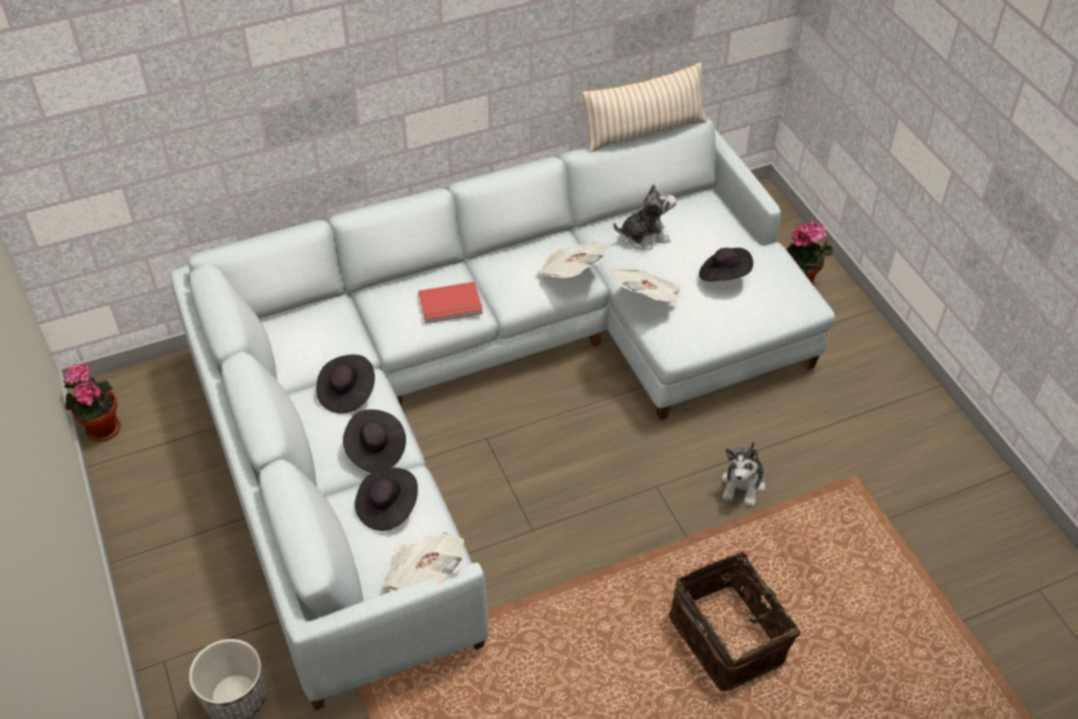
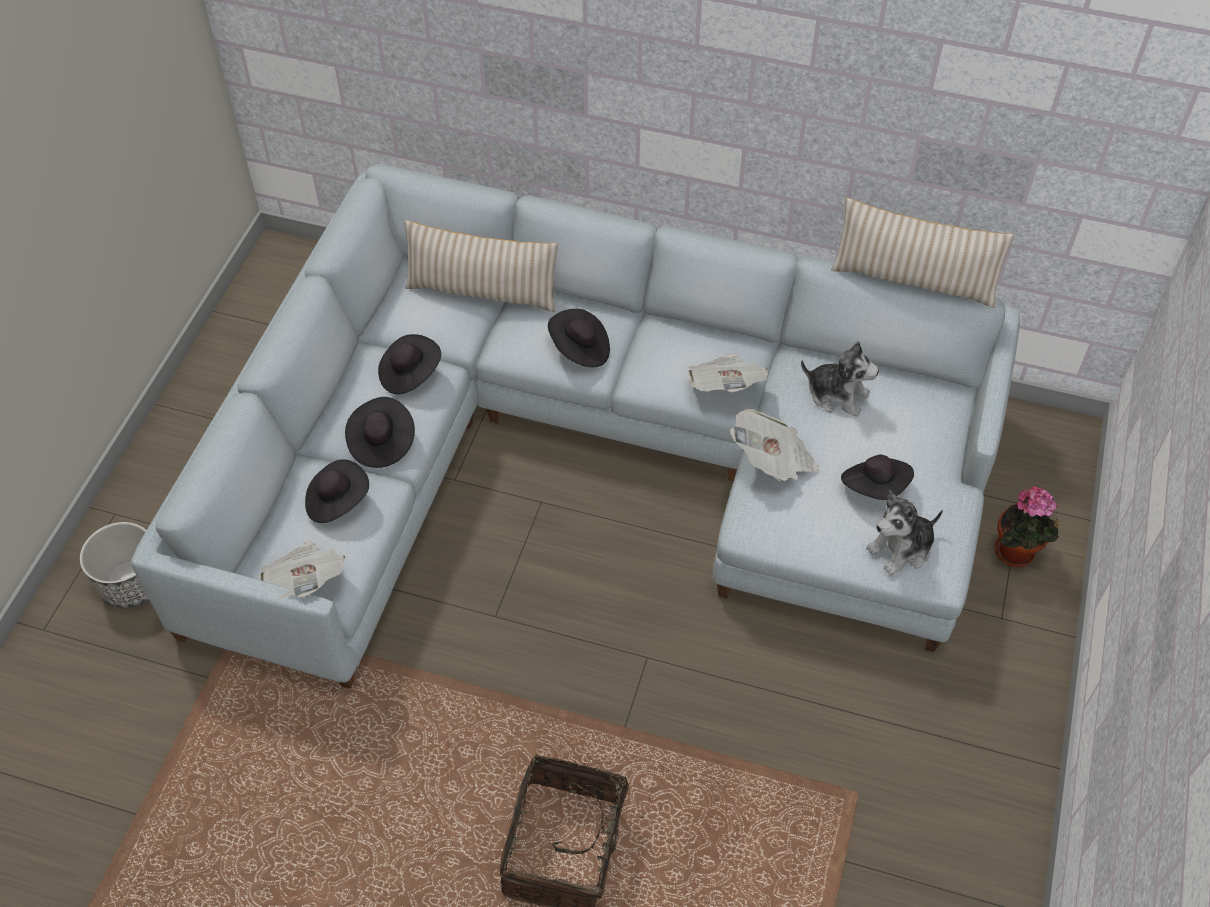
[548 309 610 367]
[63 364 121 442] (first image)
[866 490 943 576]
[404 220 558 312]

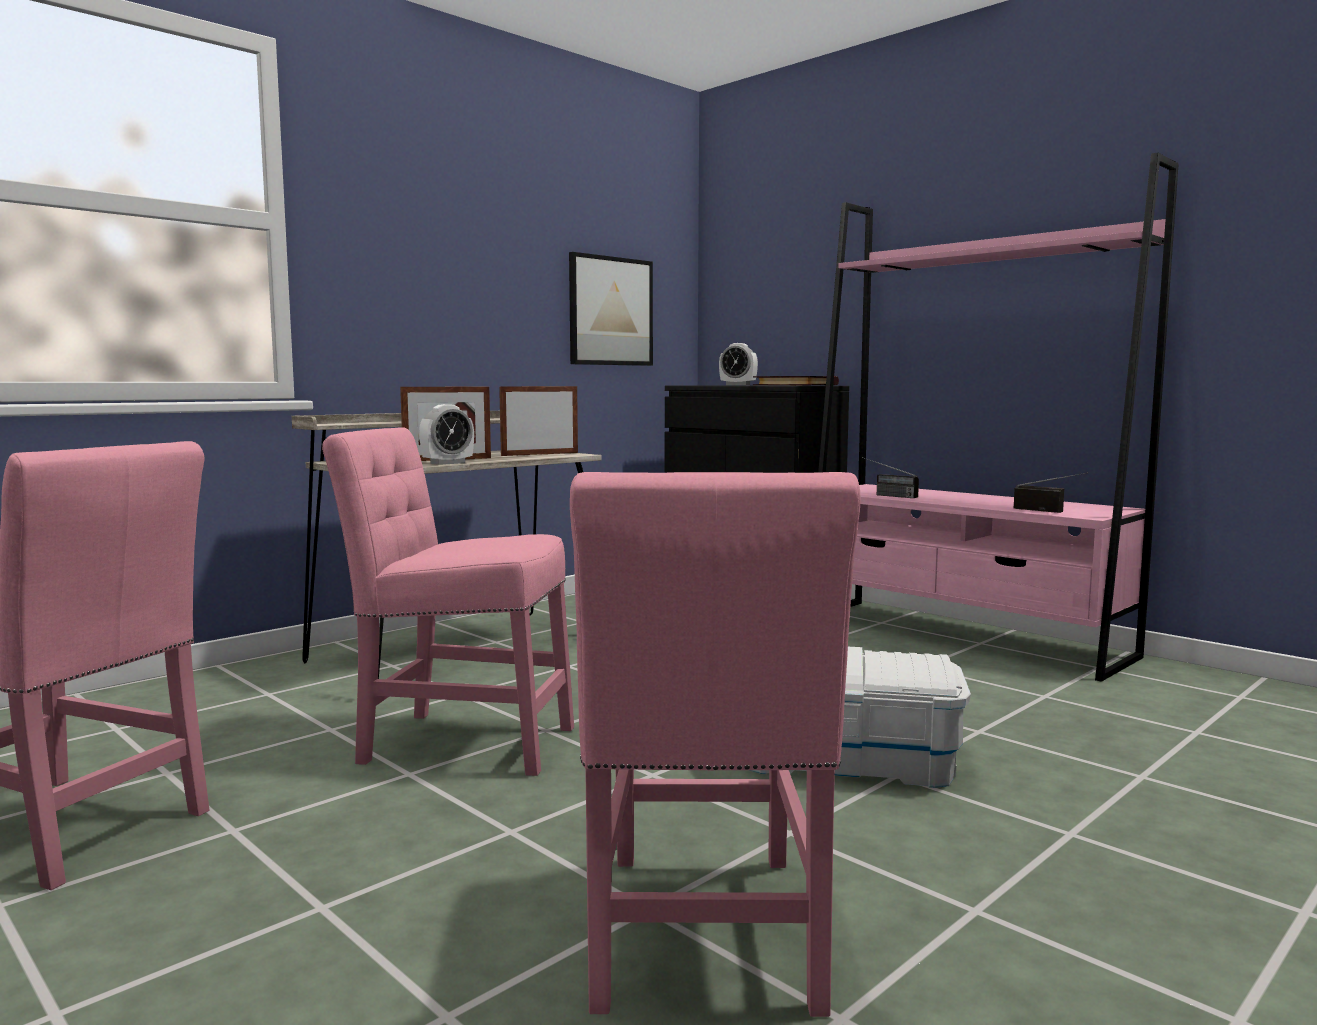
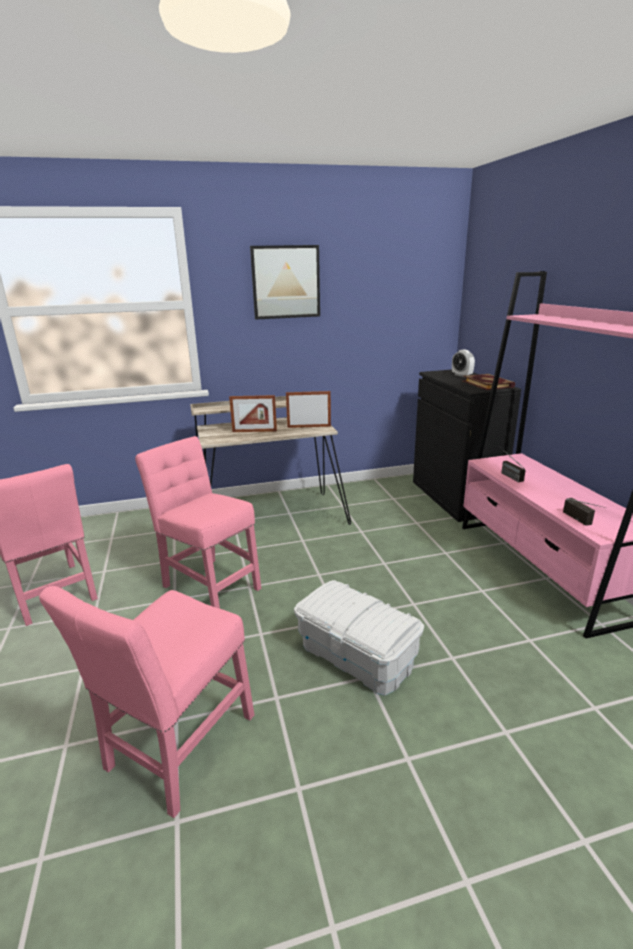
[250 245 320 320]
[419 404 474 465] (first image)

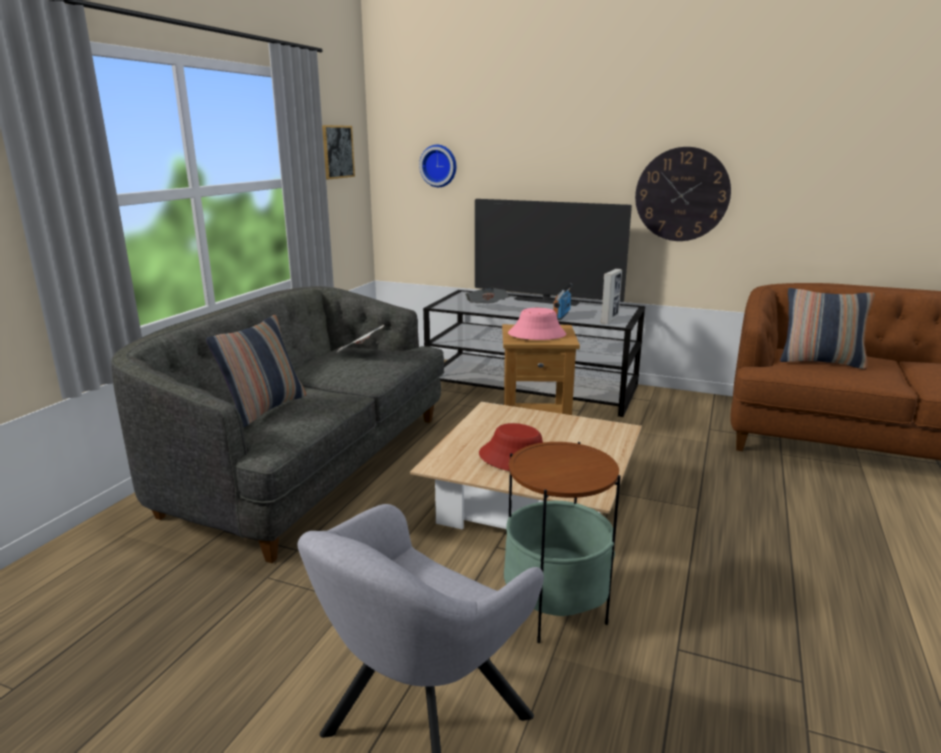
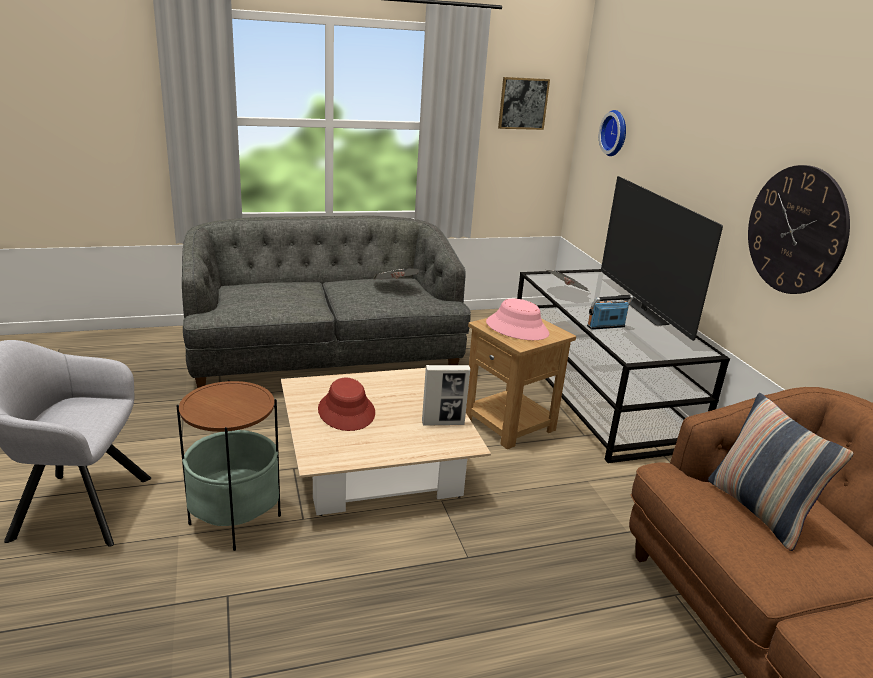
[422 365 470 426]
[206 315 306 427] (first image)

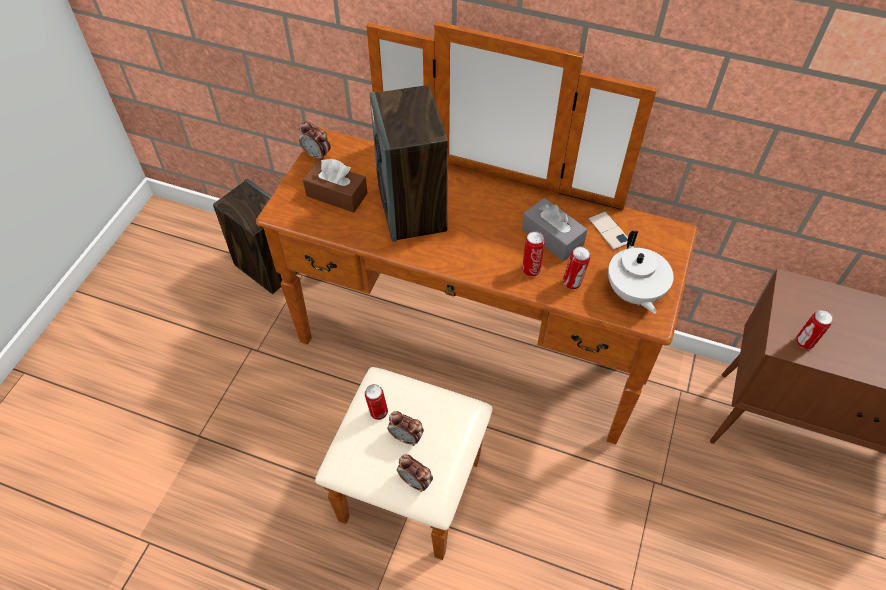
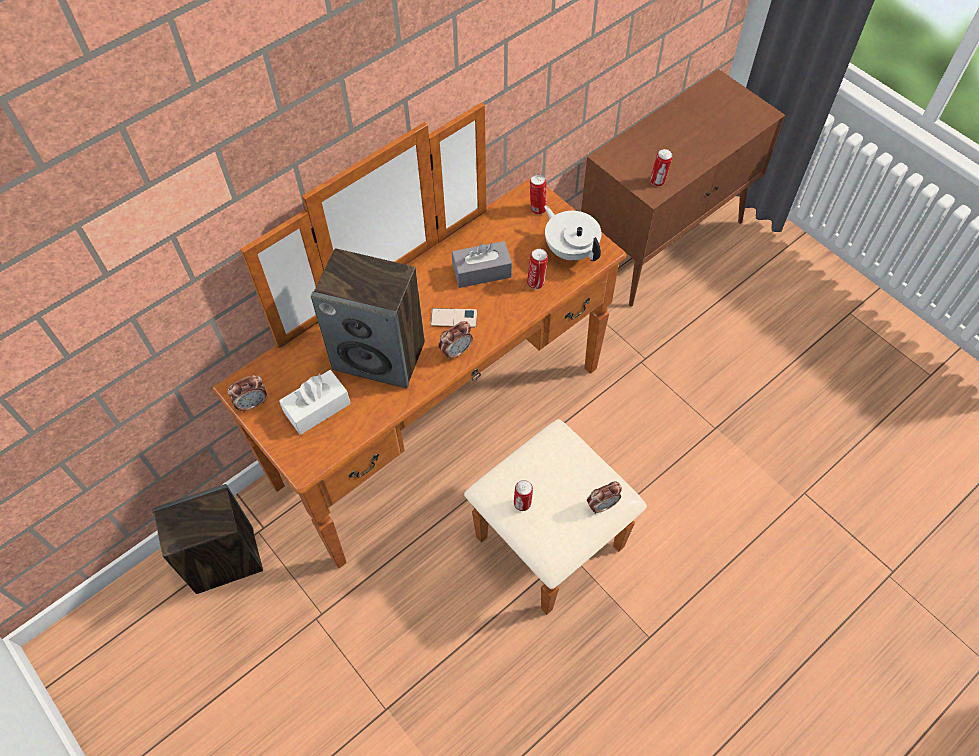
[279 370 351 435]
[430 308 477 327]
[530 174 547 215]
[544 205 601 261]
[438 321 473 360]

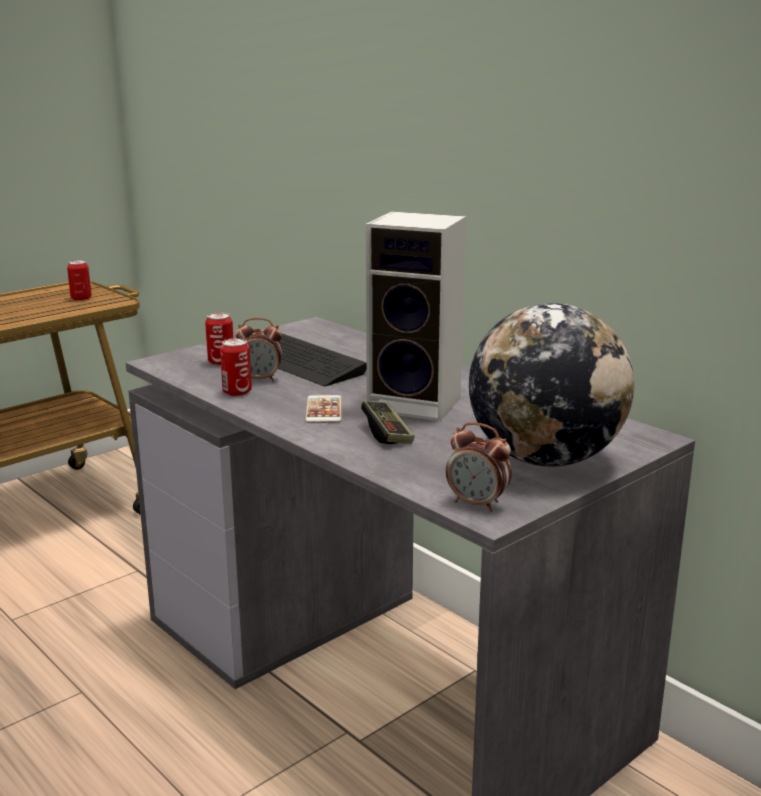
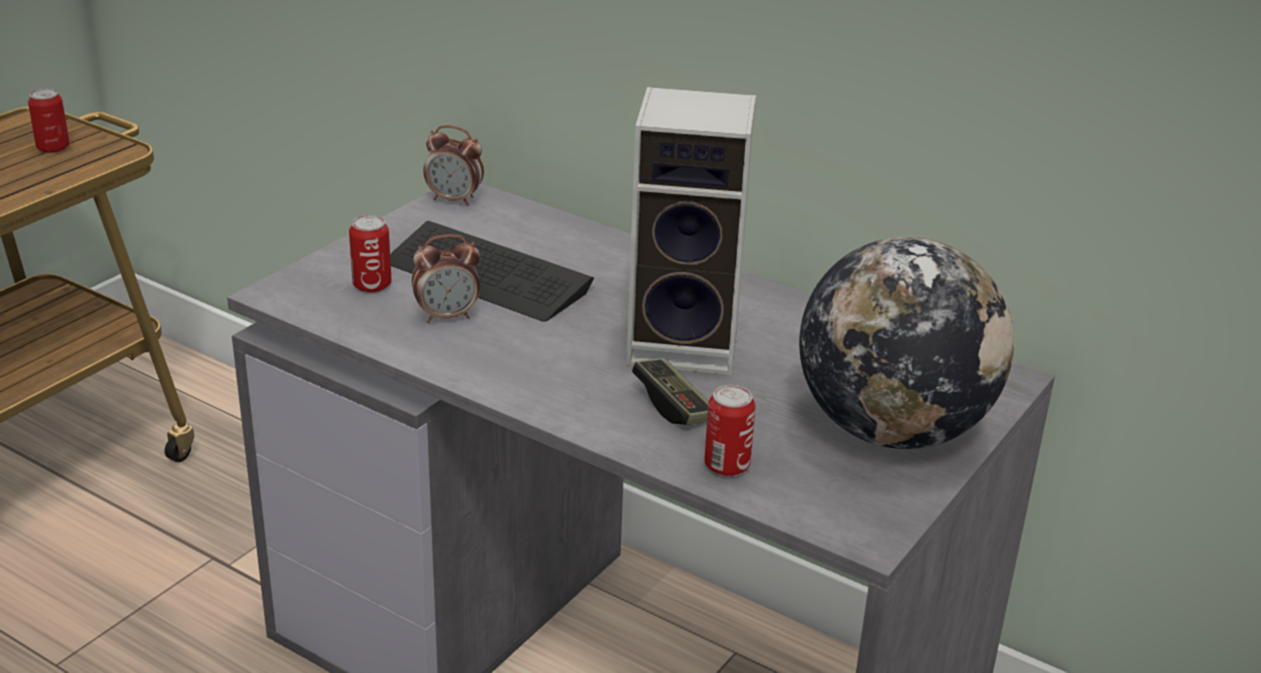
[704 385 756 477]
[306 395 342 423] (first image)
[423 125 484 206]

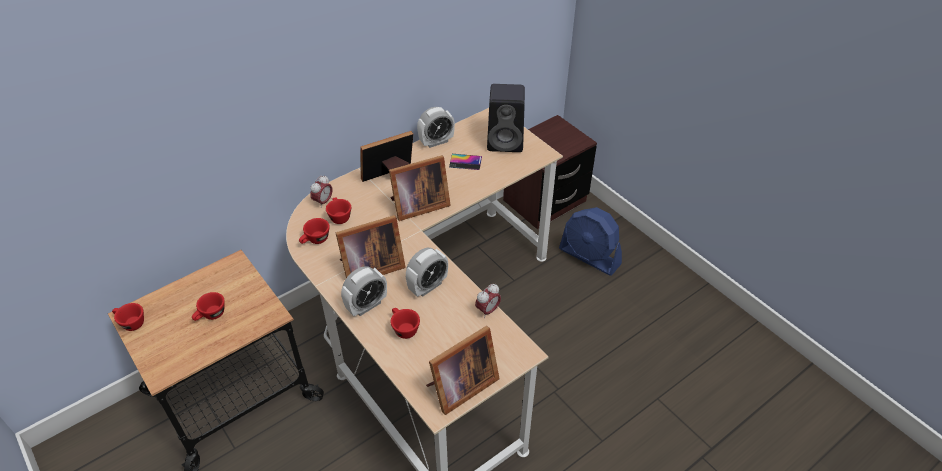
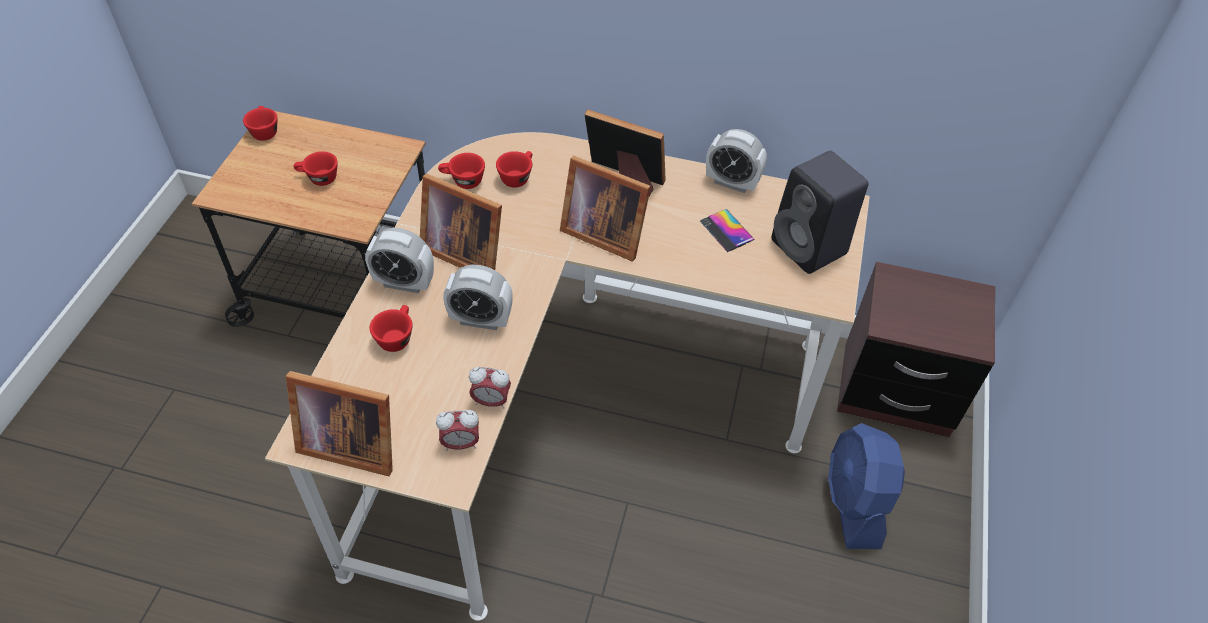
[436 410 479 451]

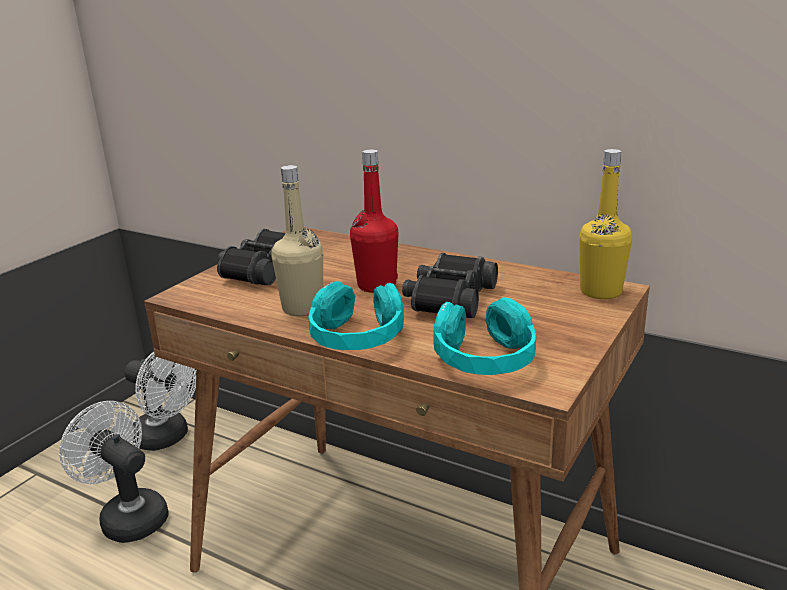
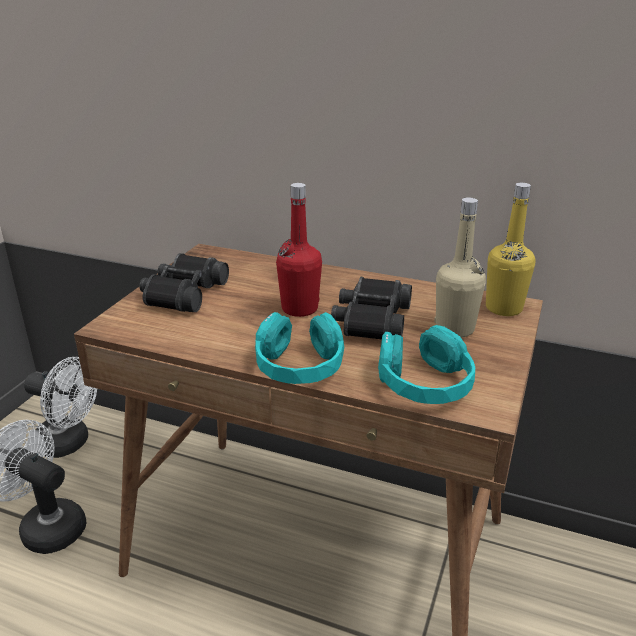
[435 197 486 338]

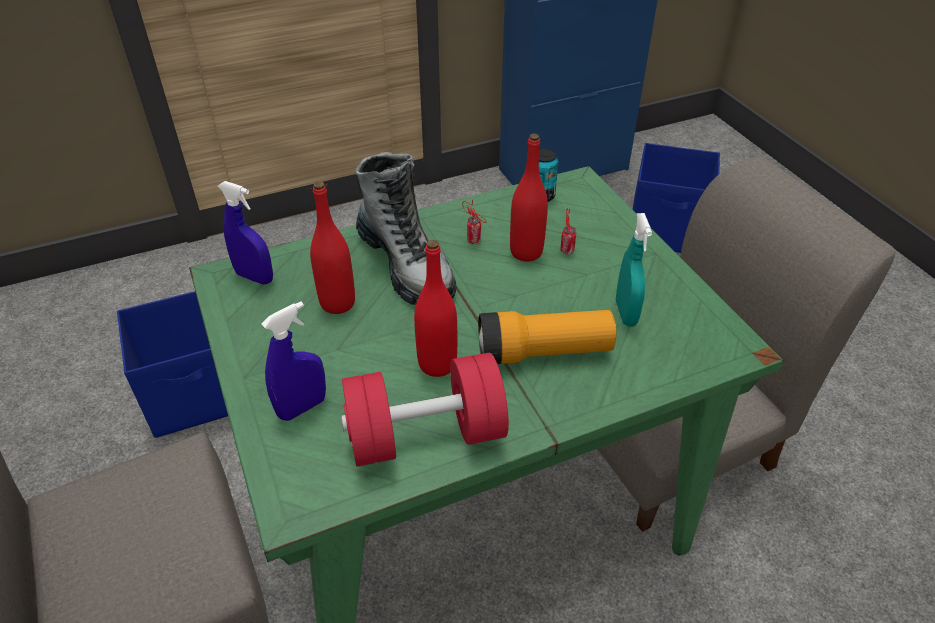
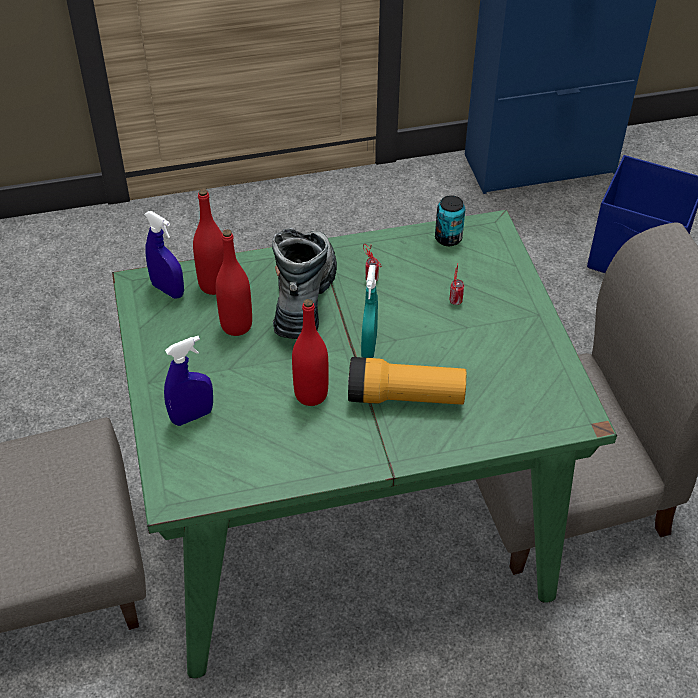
[193 189 224 295]
[272 228 337 339]
[361 265 378 358]
[117 291 228 438] (first image)
[341 353 509 467] (first image)

